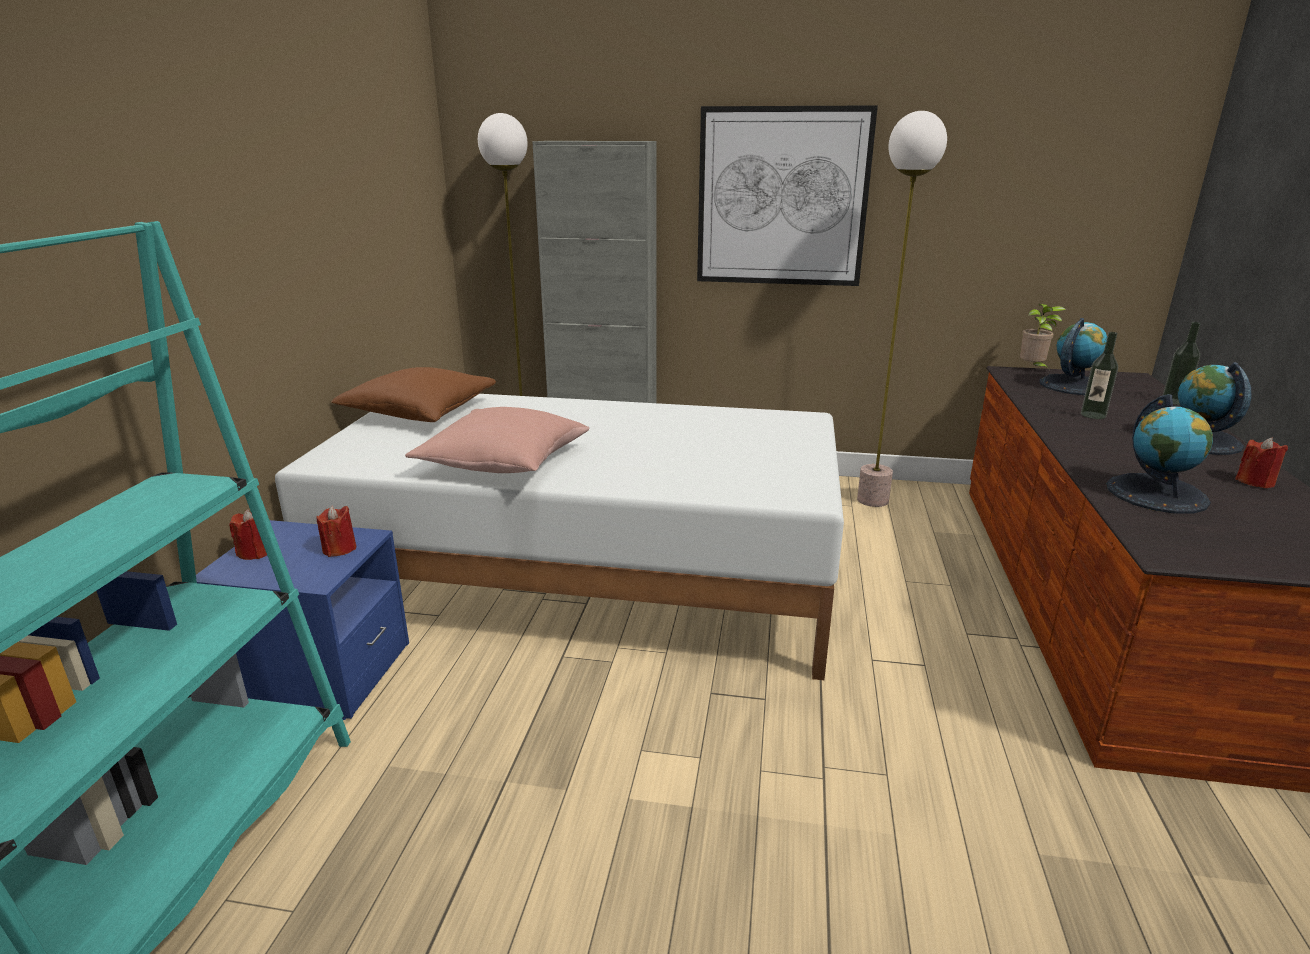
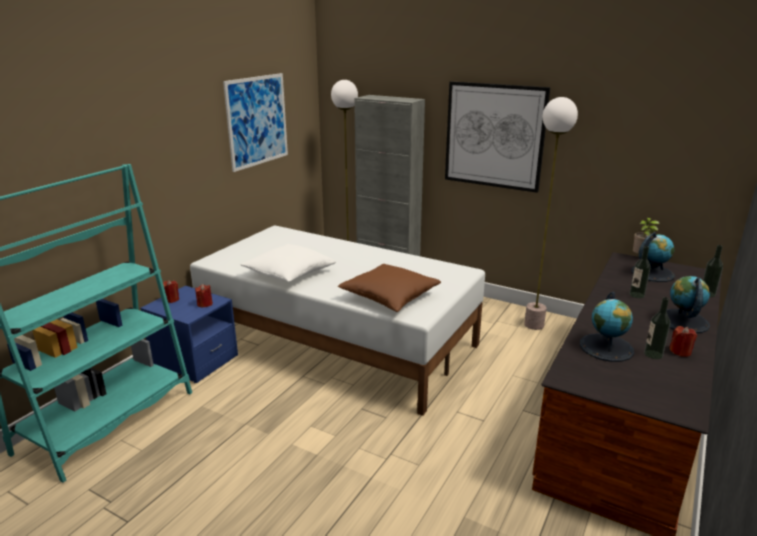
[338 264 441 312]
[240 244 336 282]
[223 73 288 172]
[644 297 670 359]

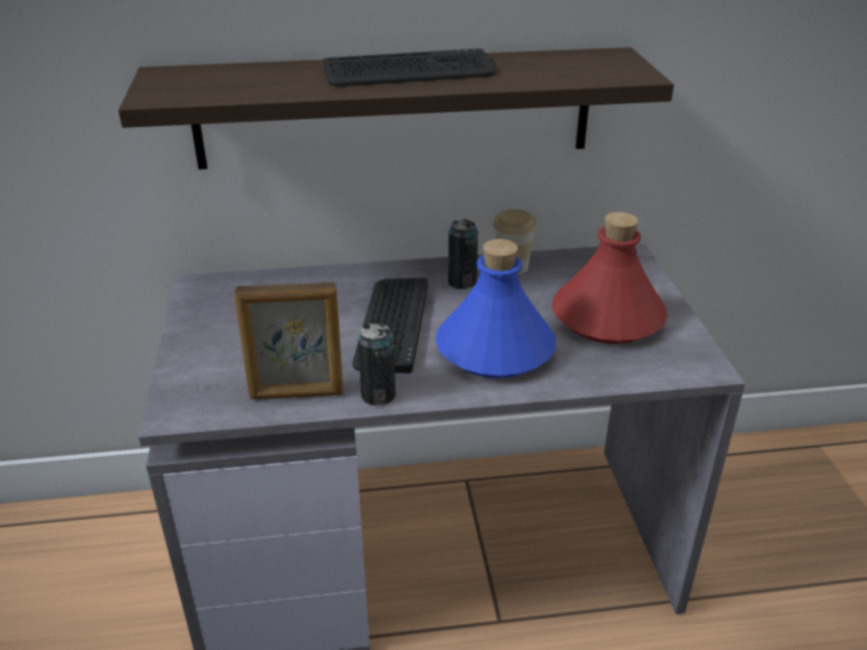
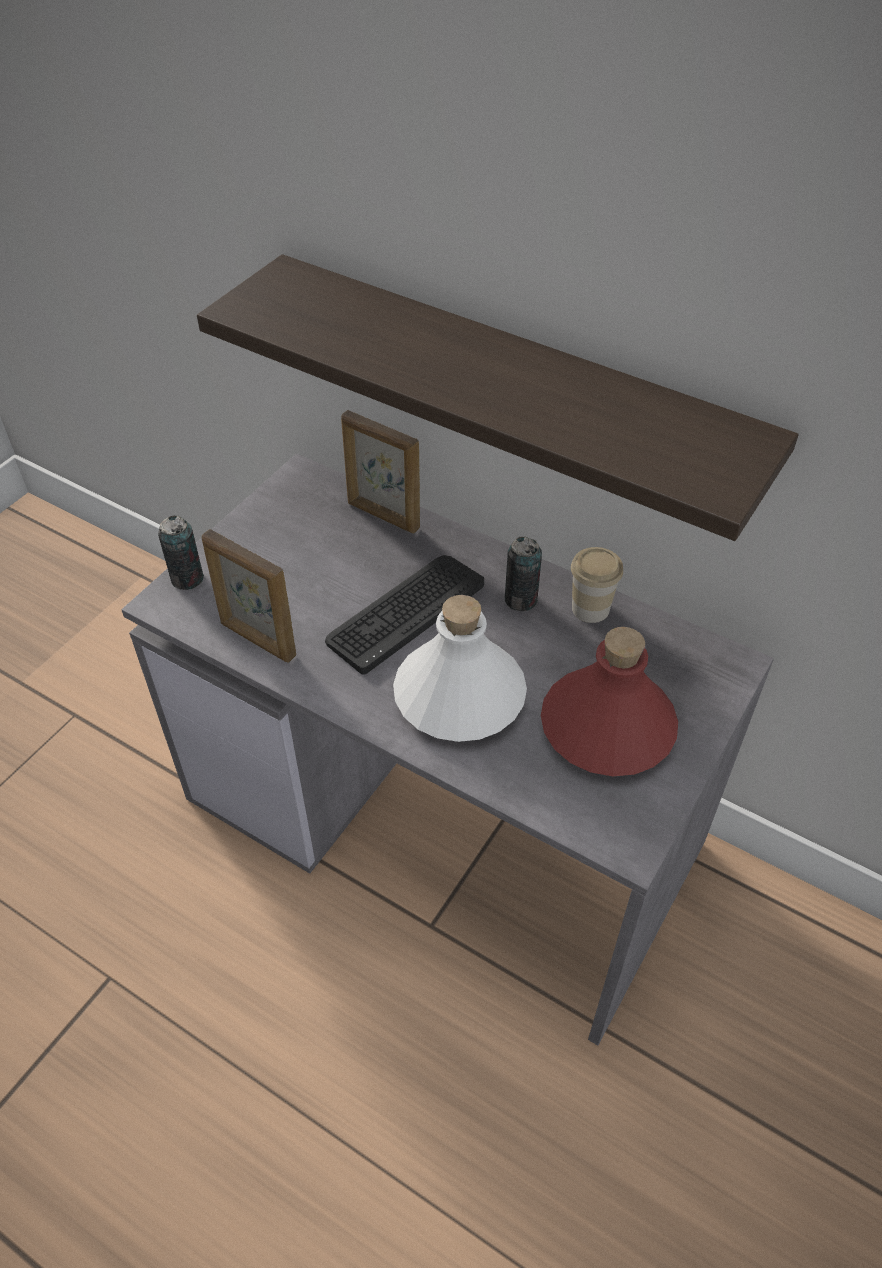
[323 49 495 86] (first image)
[393 595 527 742]
[158 516 204 590]
[341 410 420 533]

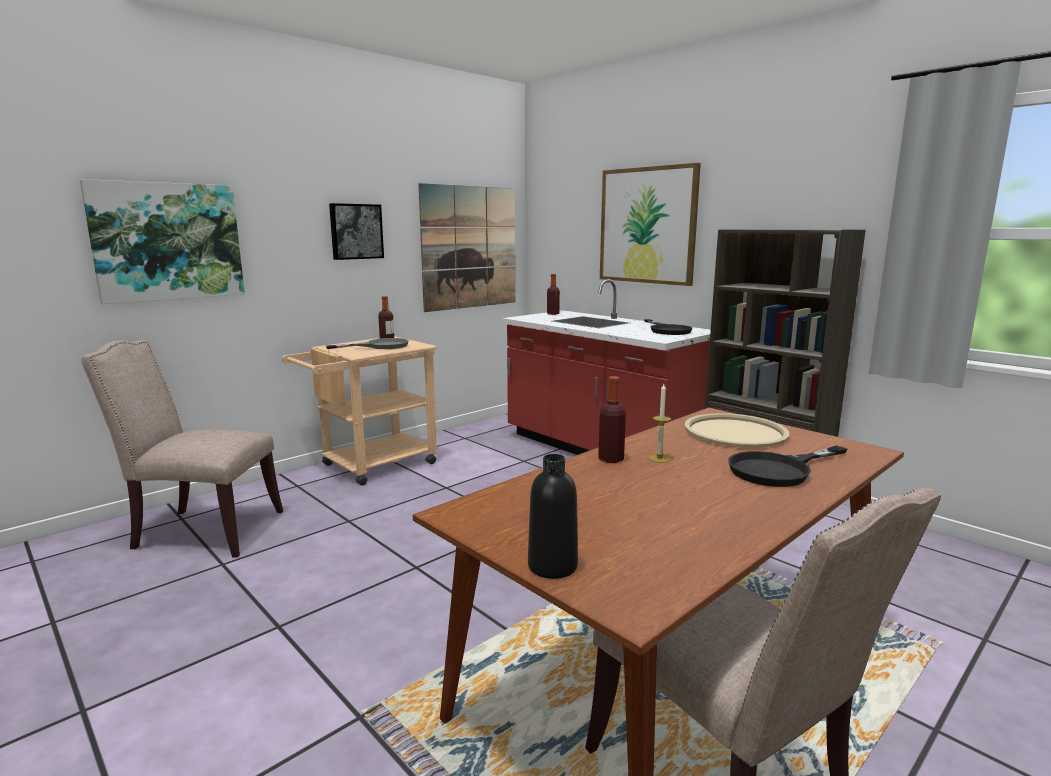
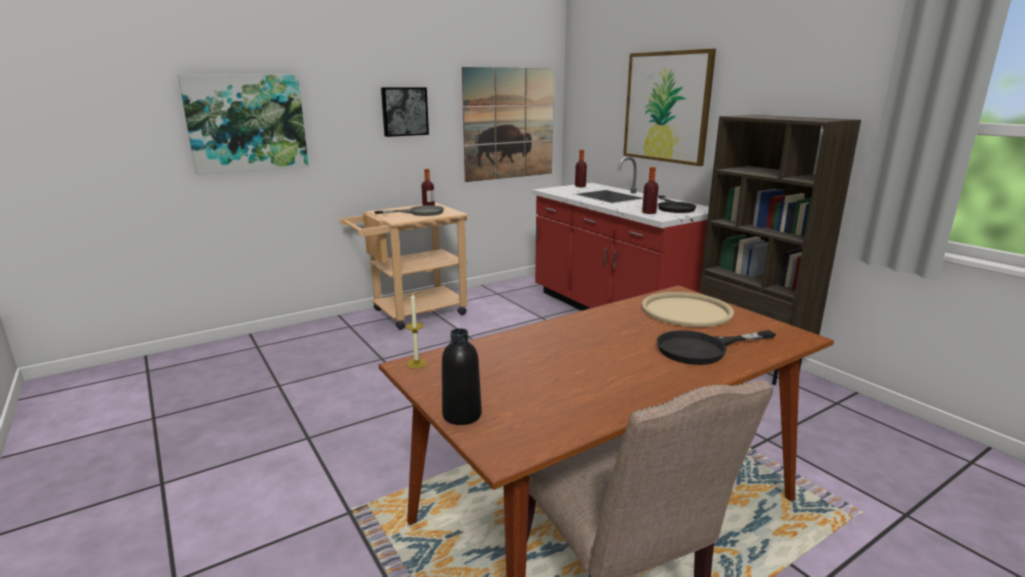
[81 339 283 558] (first image)
[642 167 659 214]
[406 292 427 369]

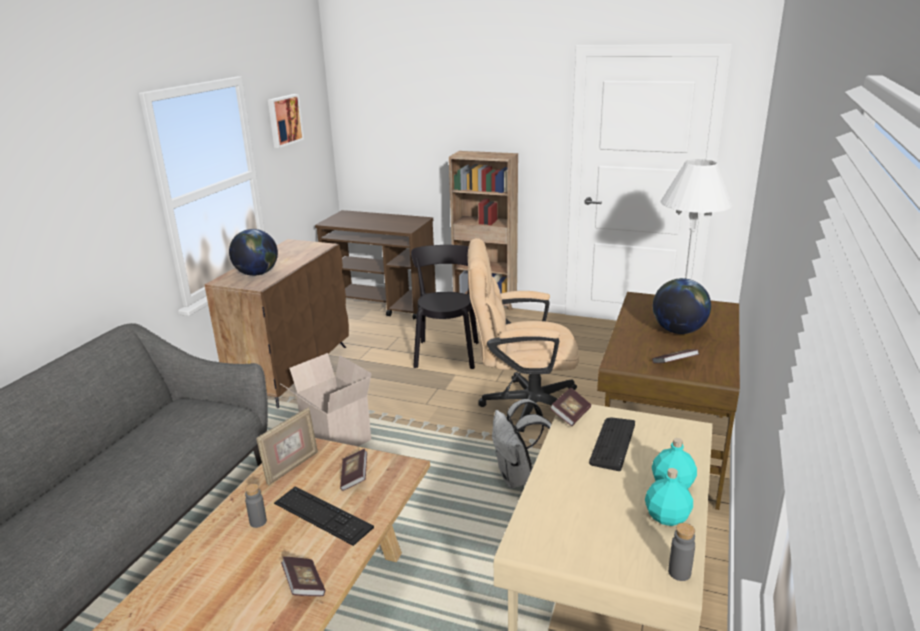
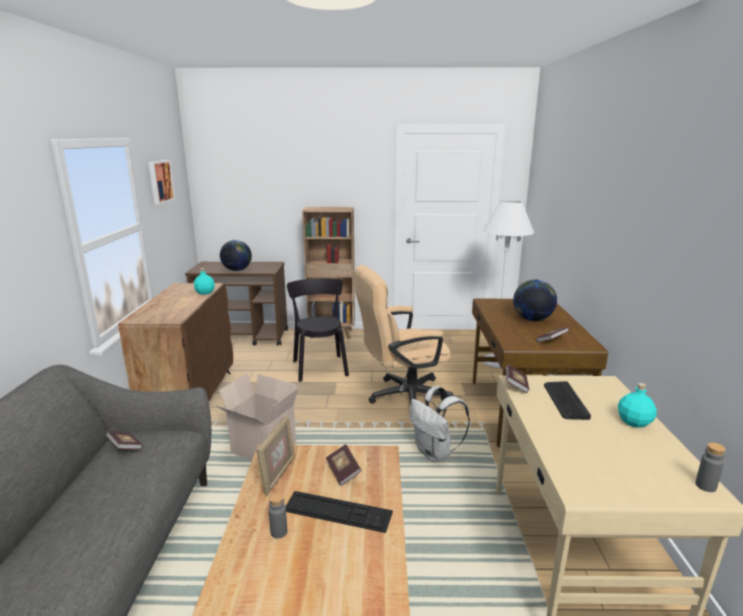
[220 240 252 271]
[194 268 215 295]
[106 431 143 449]

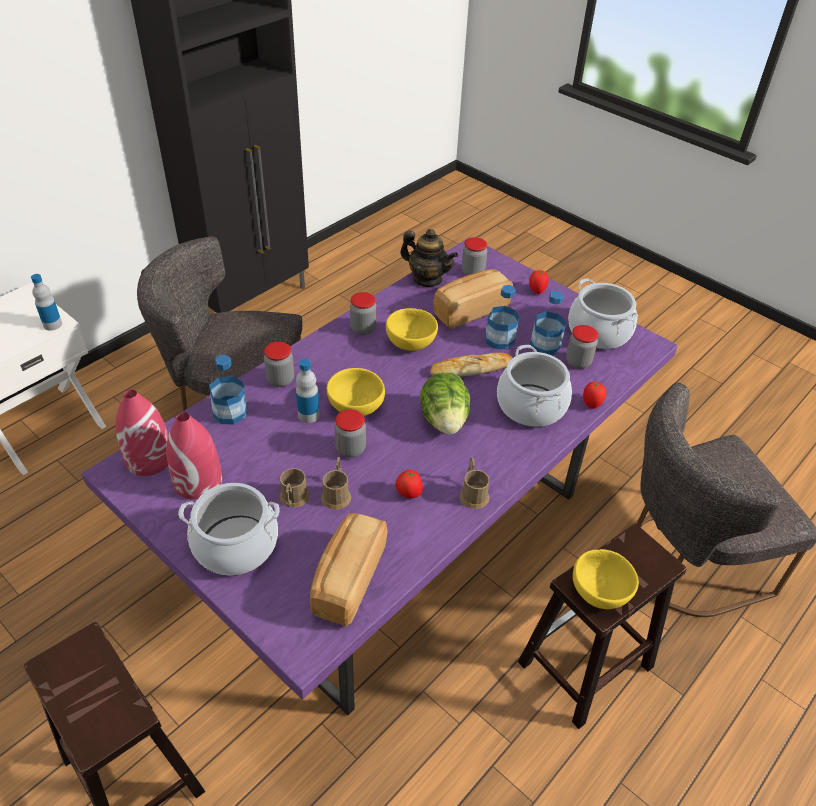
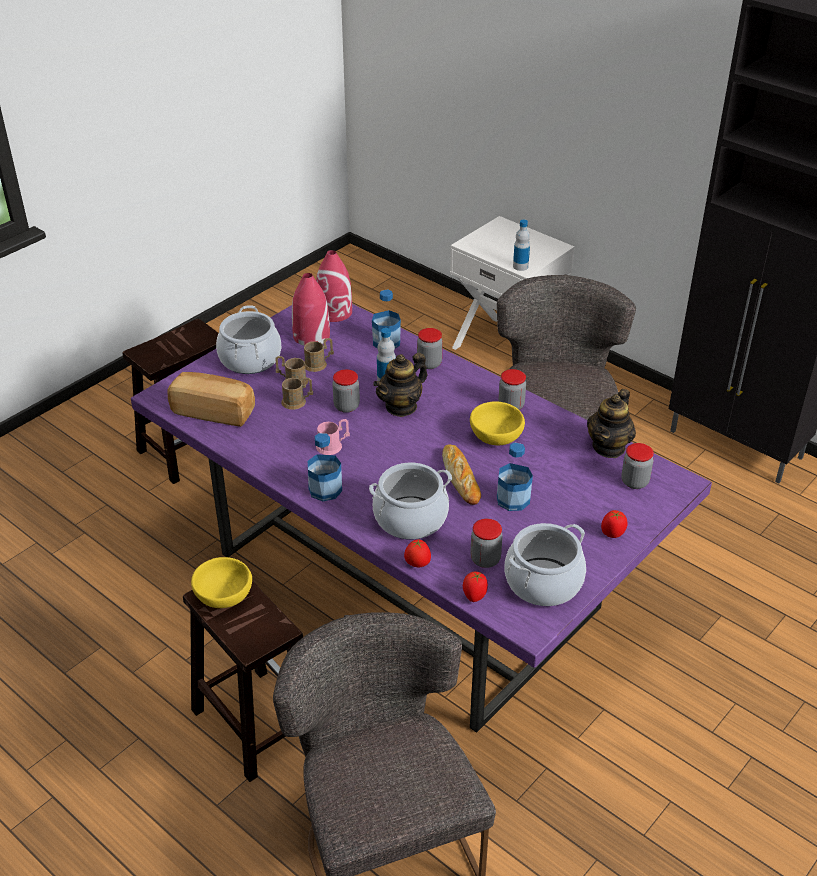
[433 269 513 329] (first image)
[308 433 342 501]
[373 353 427 417]
[420 373 470 435] (first image)
[304 338 334 372]
[463 571 488 602]
[316 419 350 455]

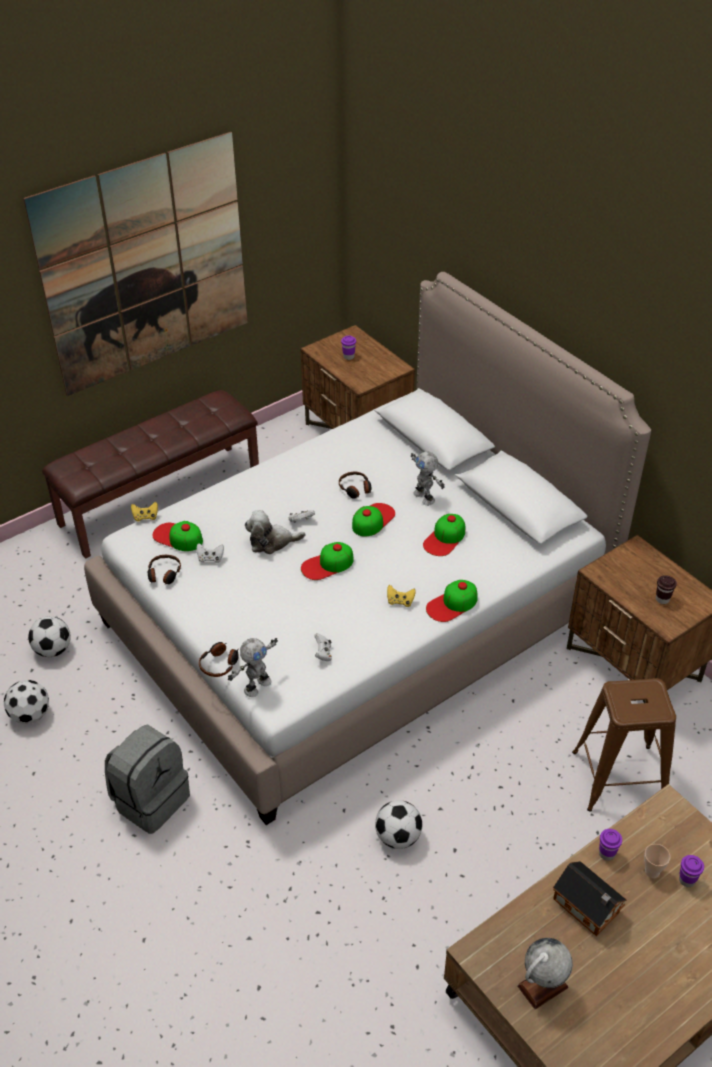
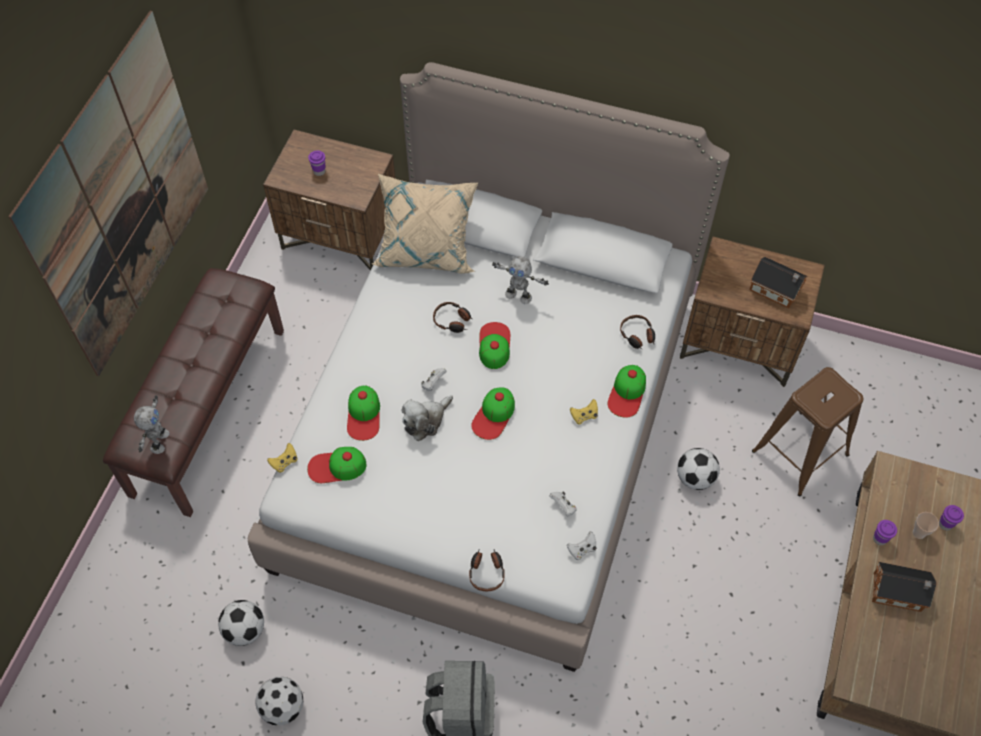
[347 385 380 441]
[567 531 597 560]
[620 315 655 350]
[749 257 808 308]
[134 395 170 454]
[677 448 720 490]
[517 938 573 1010] (first image)
[372 174 479 274]

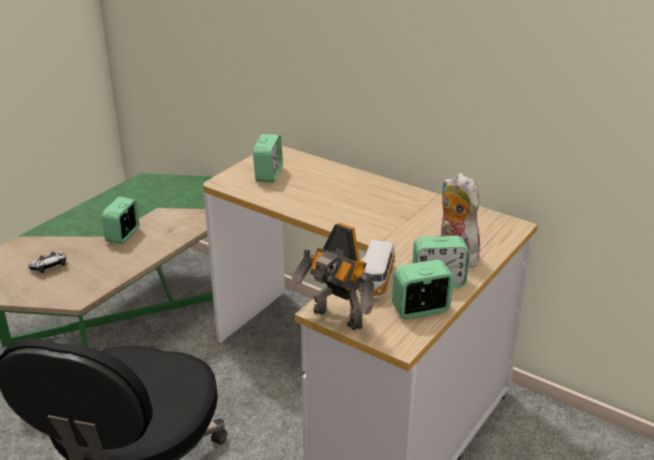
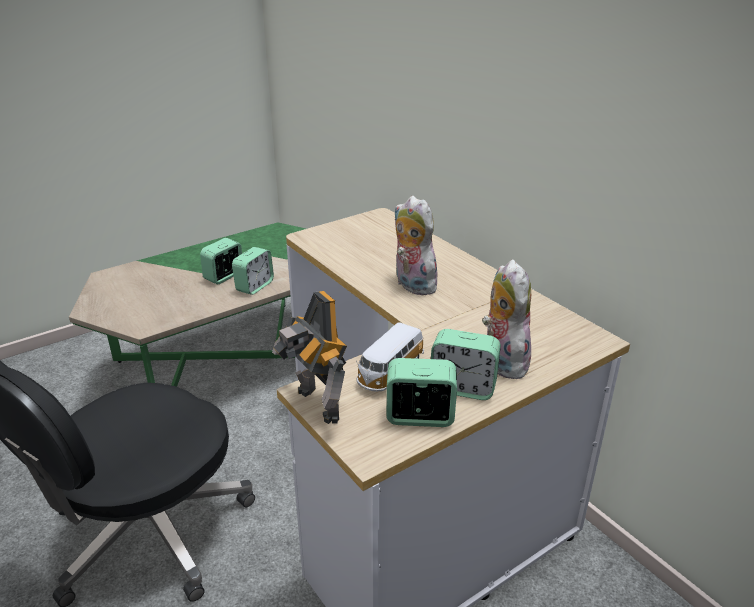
[232 247 274 295]
[28 252 66 273] (first image)
[394 196 440 295]

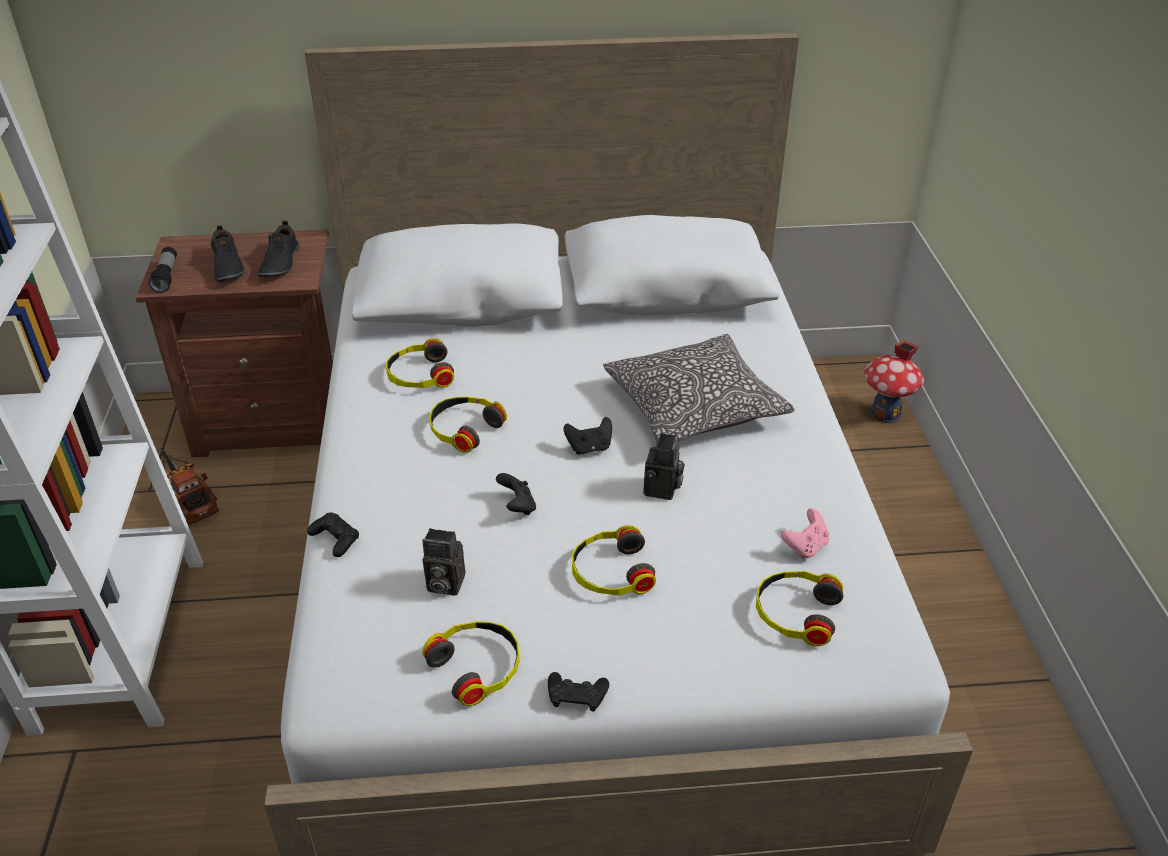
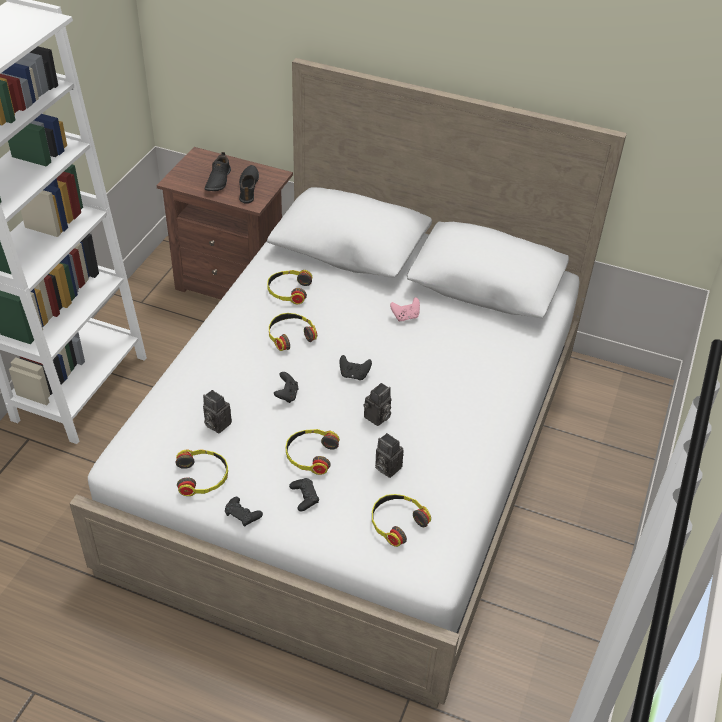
[239 165 259 204]
[148 247 177 293] (first image)
[603 334 795 443] (first image)
[864 340 924 423] (first image)
[160 448 219 525] (first image)
[390 297 420 321]
[289 478 319 512]
[375 433 404 478]

